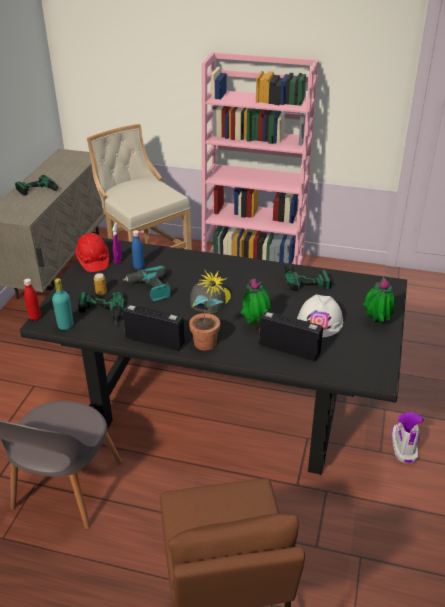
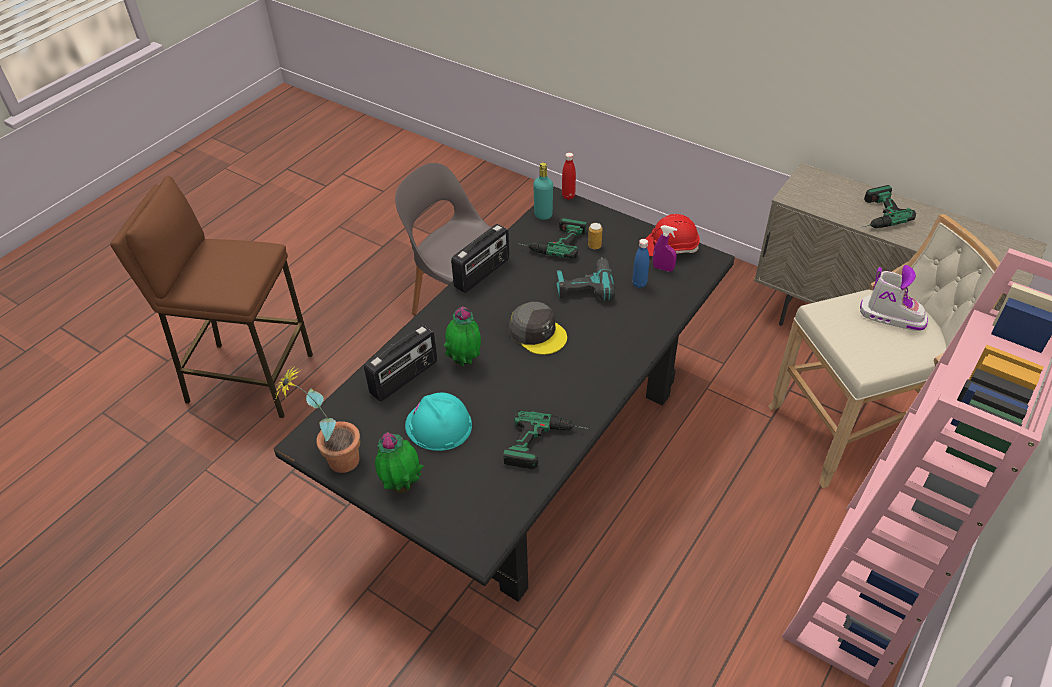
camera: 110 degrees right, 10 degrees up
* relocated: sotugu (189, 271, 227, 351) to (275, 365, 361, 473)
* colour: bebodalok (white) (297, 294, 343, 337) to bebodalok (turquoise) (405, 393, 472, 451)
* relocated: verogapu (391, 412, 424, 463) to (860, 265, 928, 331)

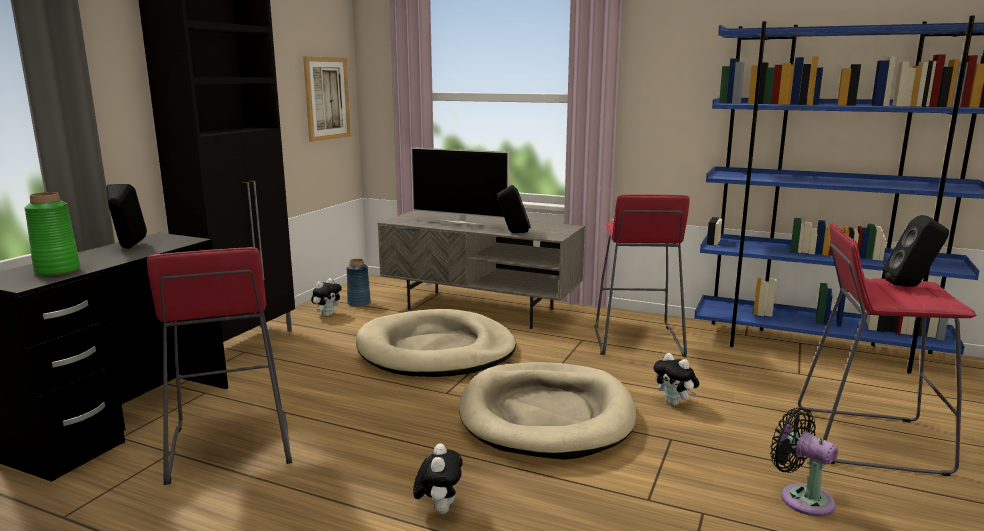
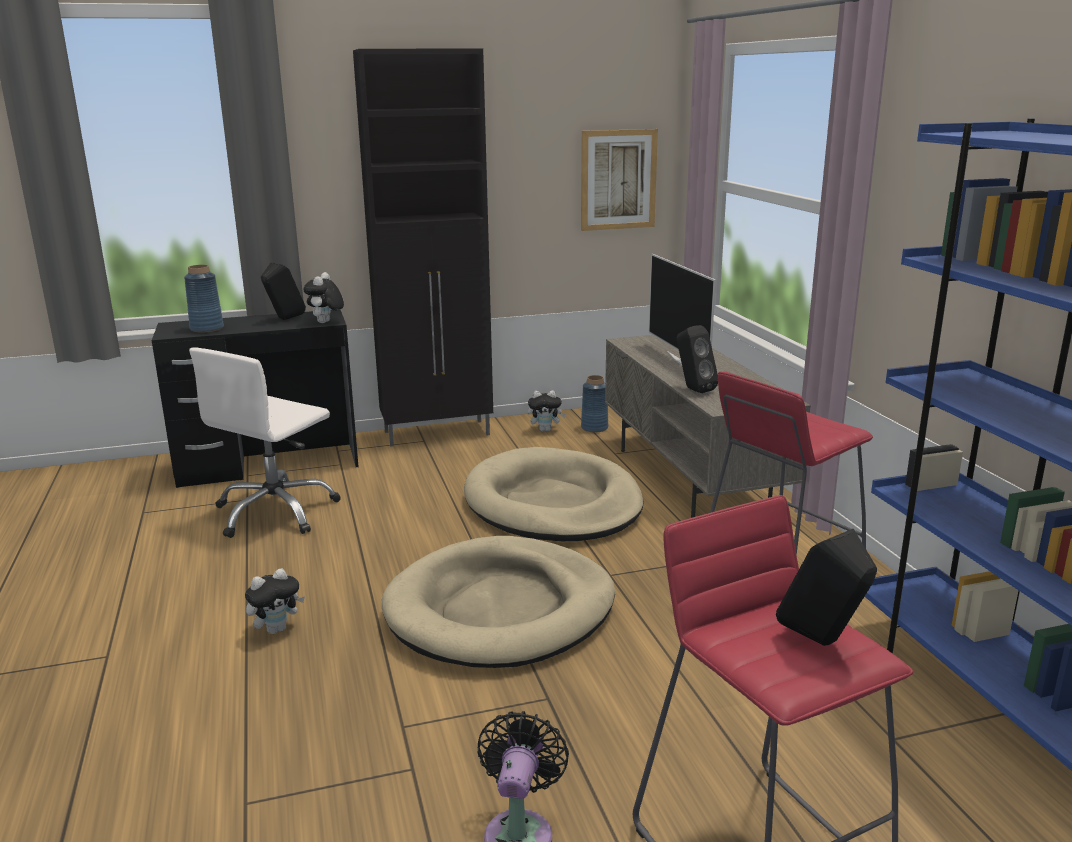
camera: 50 degrees right, 5 degrees up
* colour: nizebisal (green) (24, 192, 81, 276) to nizebisal (blue) (184, 265, 224, 333)
* exchanged: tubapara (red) (147, 247, 292, 485) to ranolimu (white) (189, 347, 341, 538)
* relocated: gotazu (653, 353, 699, 406) to (303, 272, 344, 323)

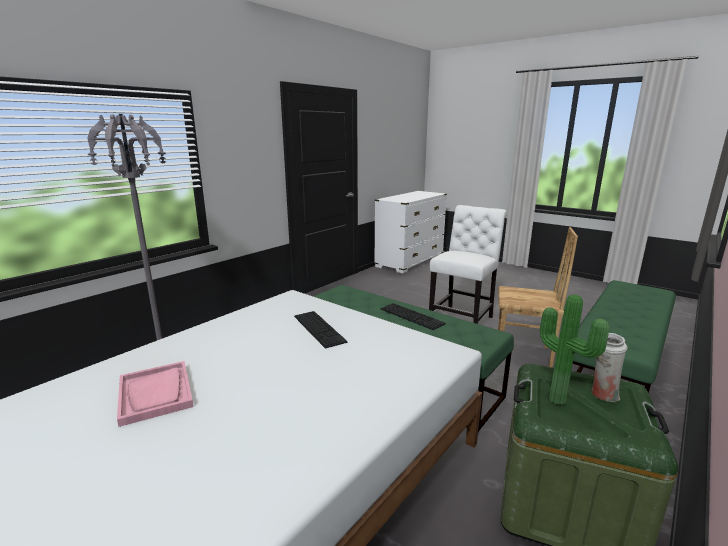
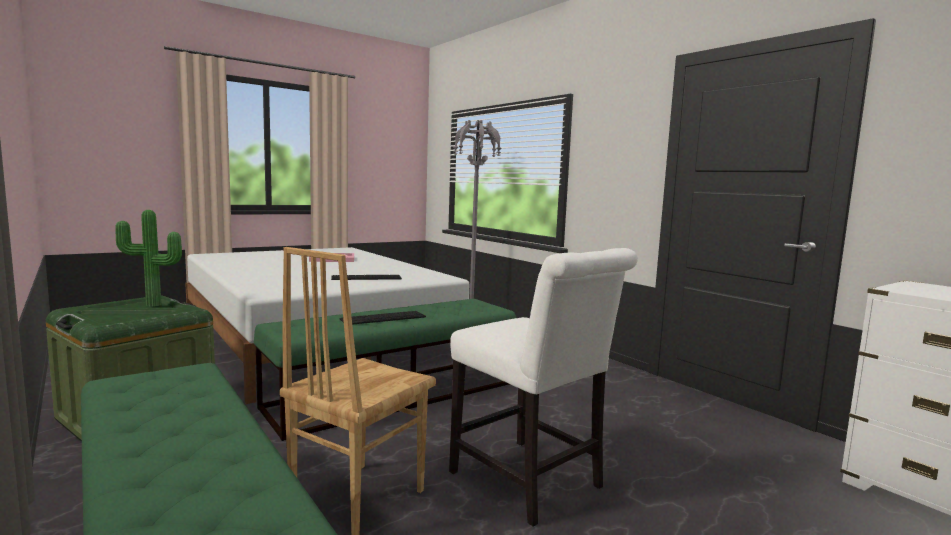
camera: 105 degrees right, 10 degrees down
* missing: nizebisal (white) (591, 333, 628, 402)

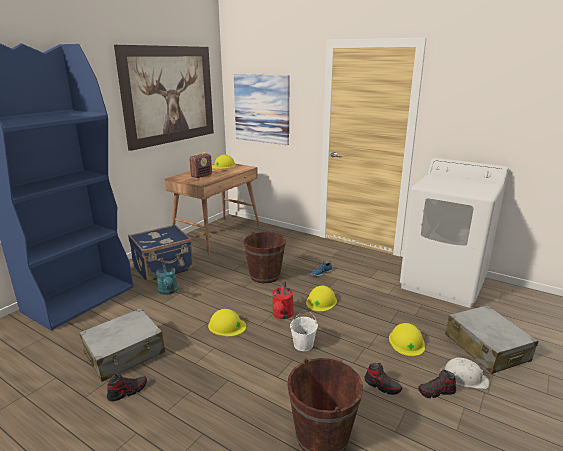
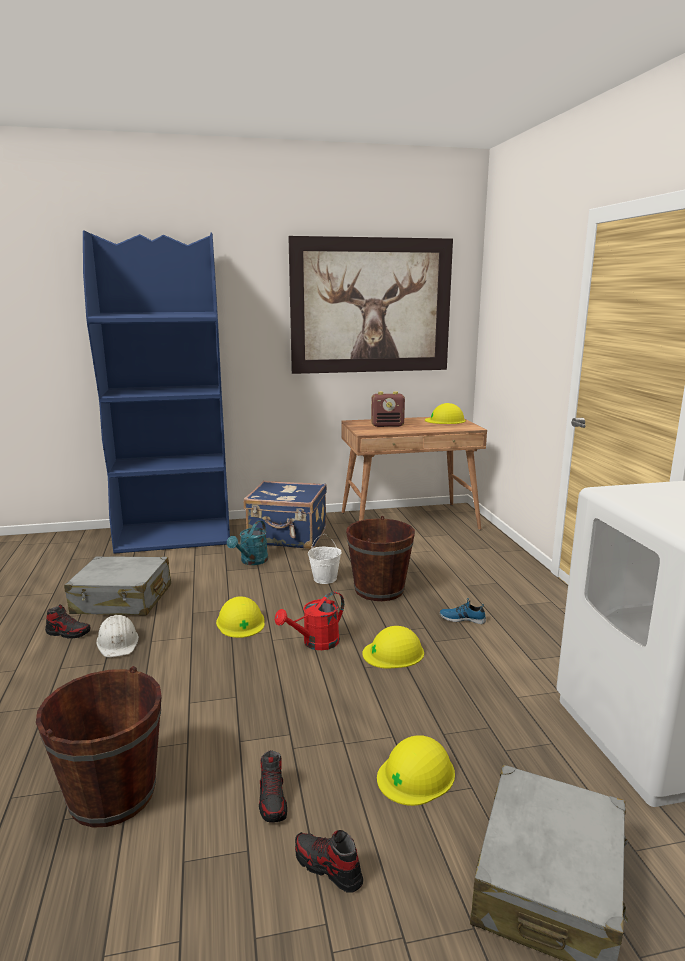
camera: 45 degrees right, 5 degrees down
* relocated: bebodalok (white) (440, 358, 489, 389) to (96, 615, 139, 658)
* relocated: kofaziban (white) (290, 310, 318, 351) to (308, 534, 342, 584)
* missing: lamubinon (234, 74, 290, 145)

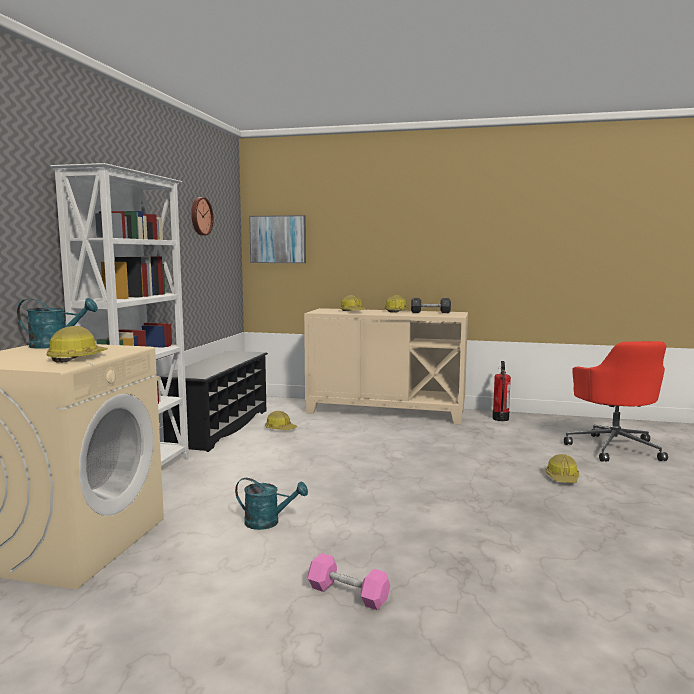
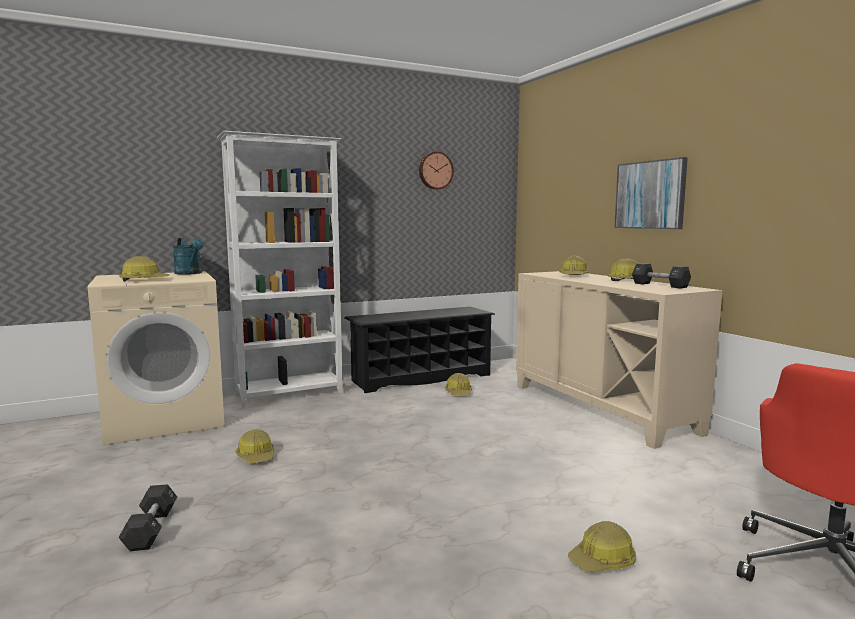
camera: 50 degrees right, 0 degrees up
* colour: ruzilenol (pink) (308, 553, 390, 610) to ruzilenol (black) (118, 484, 177, 551)
* exchanged: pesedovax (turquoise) (235, 478, 308, 530) to bebodalok (236, 429, 274, 463)
* relocated: lamubinon (249, 215, 306, 263) to (614, 157, 688, 229)
* missing: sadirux (492, 361, 511, 421)

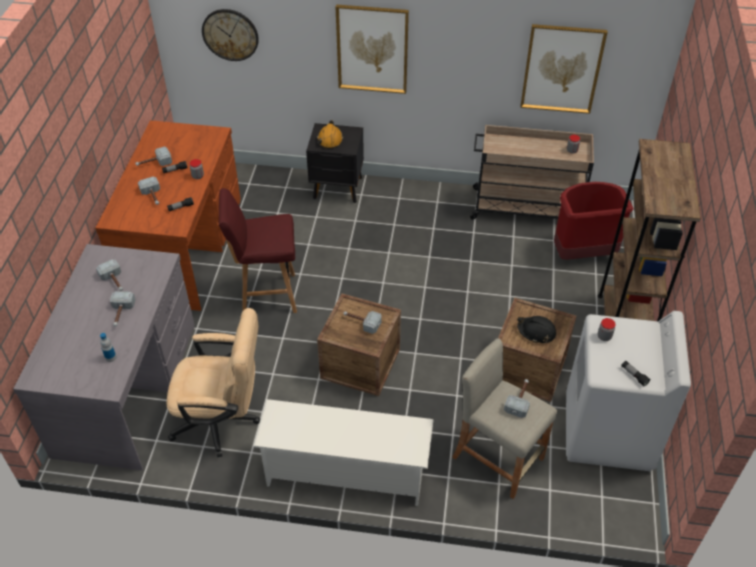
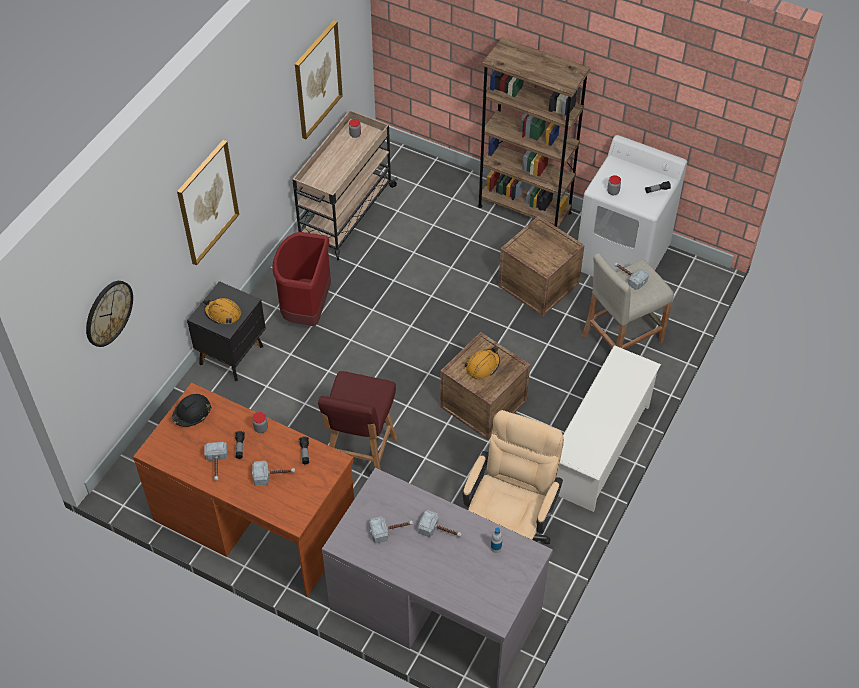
camera: 70 degrees left, 5 degrees up
* relocated: bebodalok (black) (517, 316, 556, 343) to (172, 394, 212, 427)
* relocated: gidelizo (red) (554, 182, 633, 260) to (272, 232, 331, 326)
* exchanged: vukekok (343, 311, 382, 334) to bebodalok (orange) (465, 346, 500, 379)

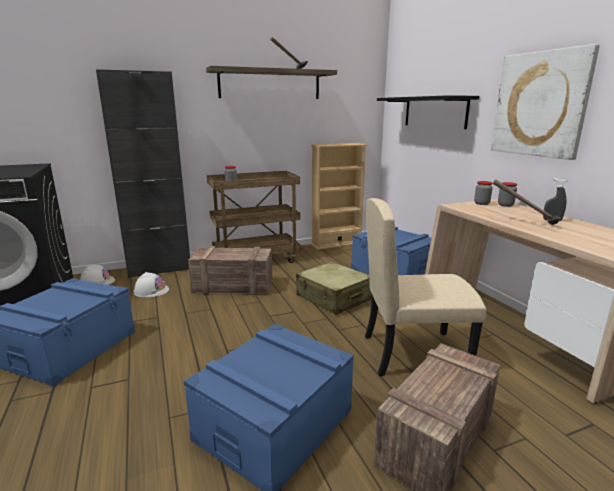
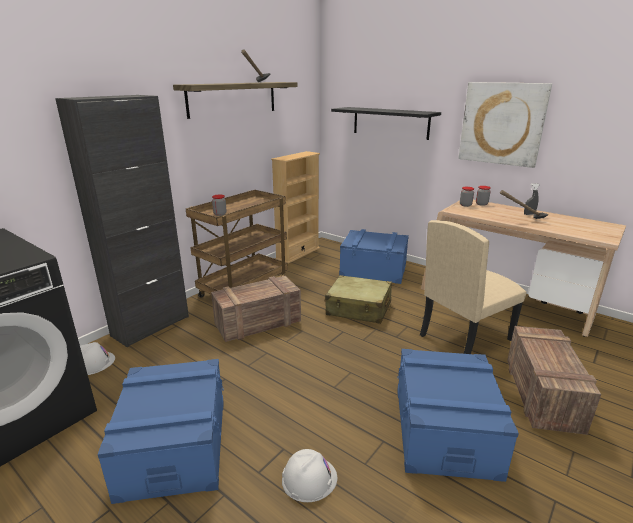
camera: 30 degrees left, 5 degrees up
* relocated: bebodalok (white) (133, 272, 169, 297) to (282, 449, 337, 502)

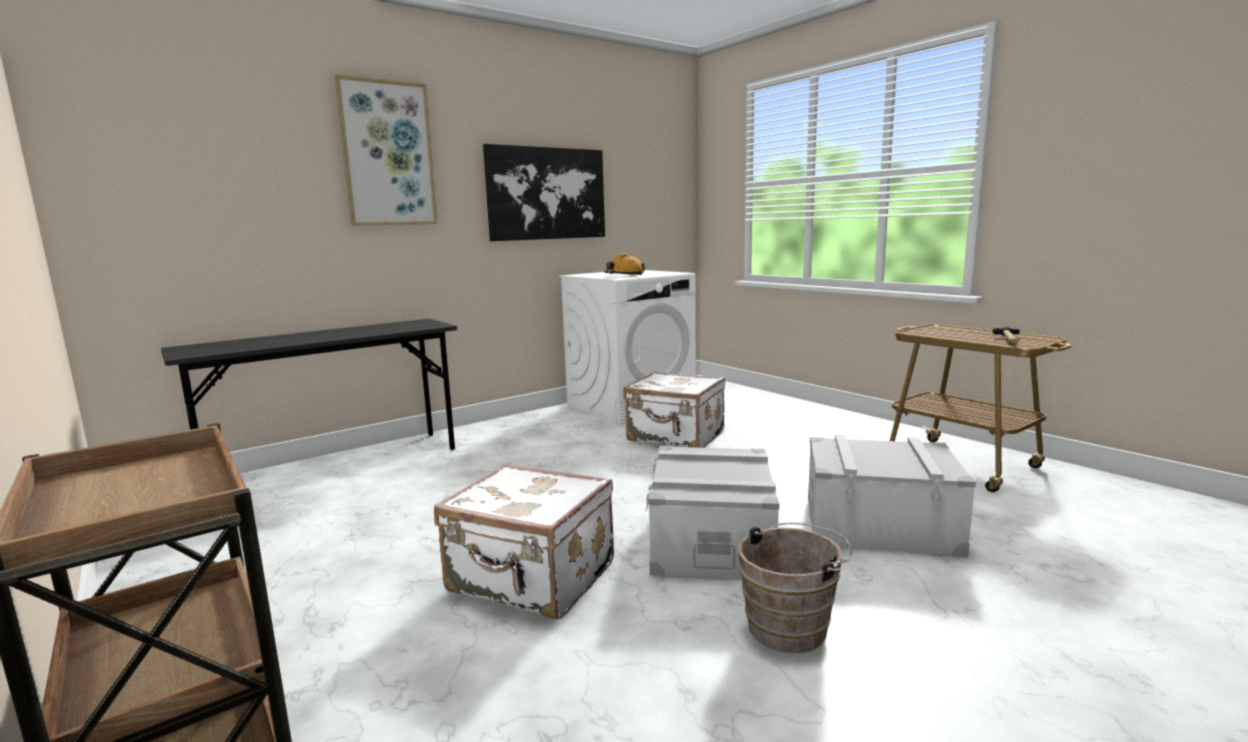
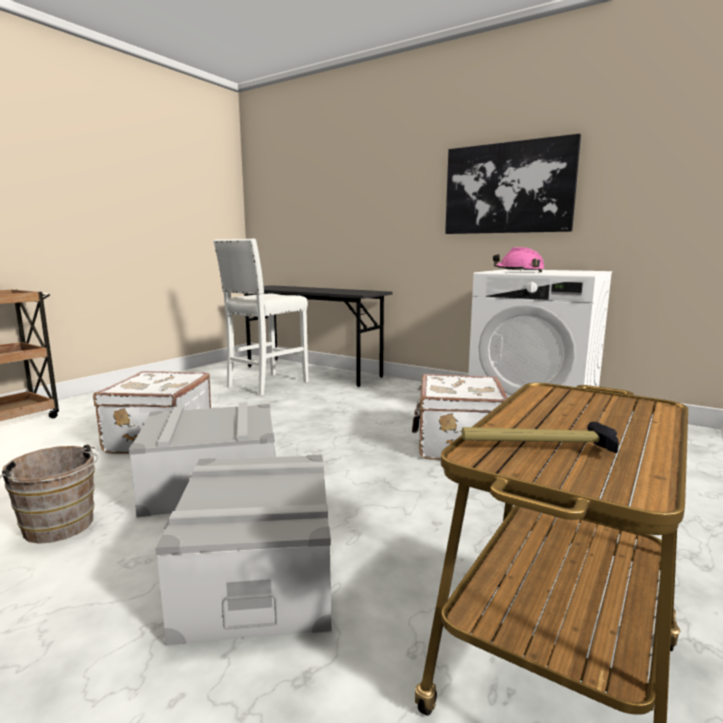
camera: 70 degrees right, 0 degrees up
* appeared: tubapara (white) (213, 238, 309, 396)
* colour: bebodalok (orange) (605, 253, 645, 275) to bebodalok (pink) (493, 247, 544, 272)
* missing: lamubinon (334, 74, 438, 226)

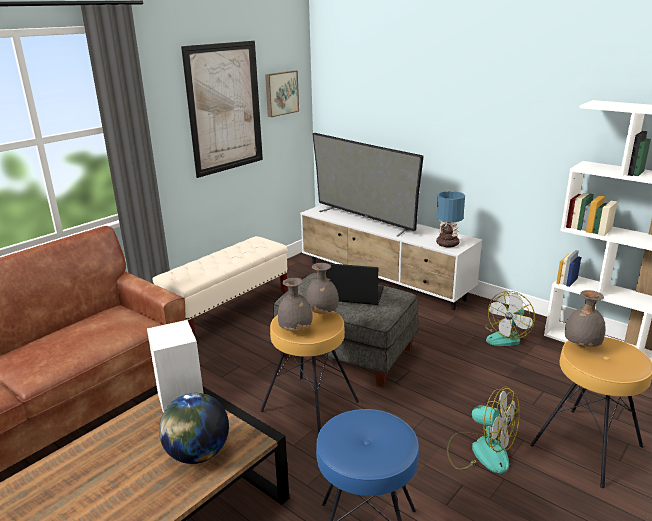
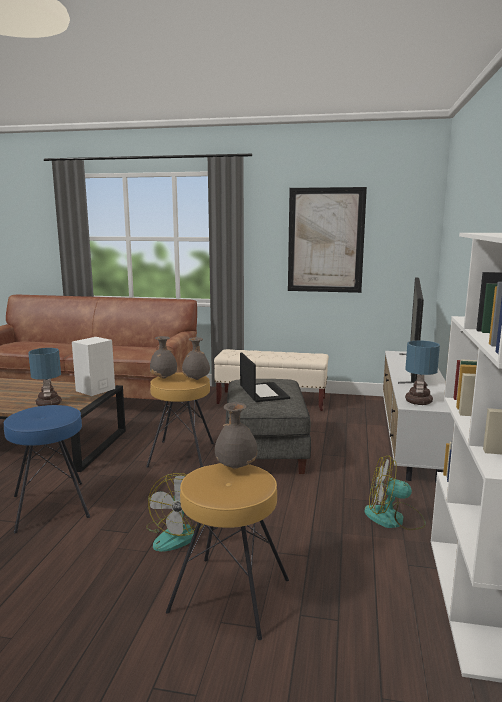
camera: 60 degrees right, 10 degrees down
* exchanged: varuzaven (159, 393, 229, 464) to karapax (28, 348, 62, 406)
* missing: lamubinon (265, 70, 299, 117)

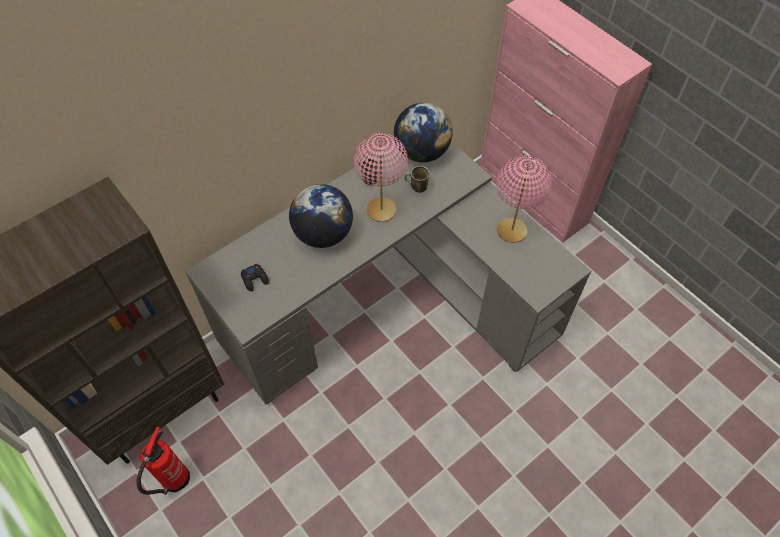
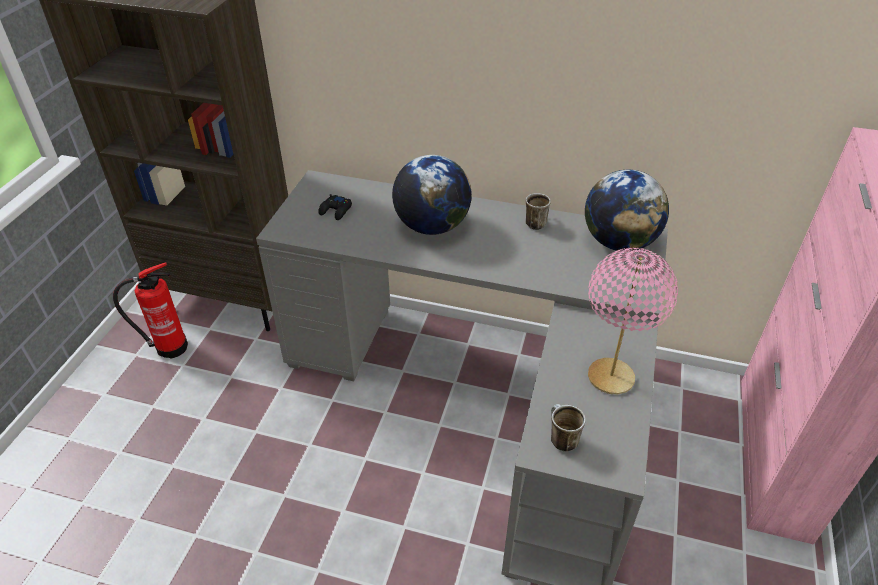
camera: 55 degrees right, 15 degrees down
* relocated: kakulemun (404, 166, 429, 193) to (551, 404, 586, 452)
* missing: karapax (pink) (354, 133, 408, 222)

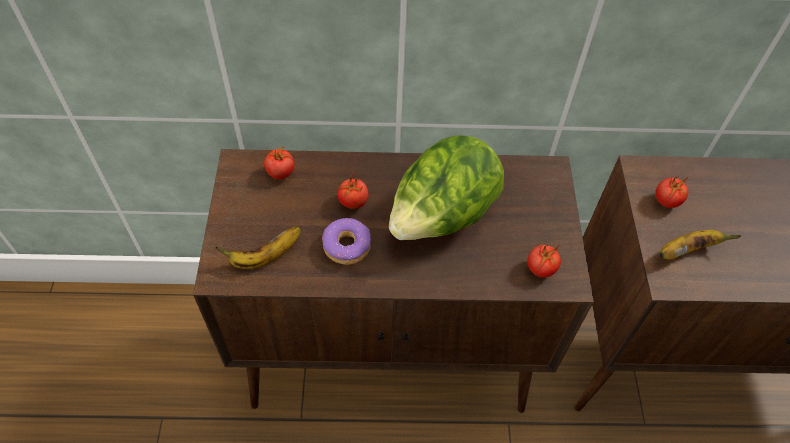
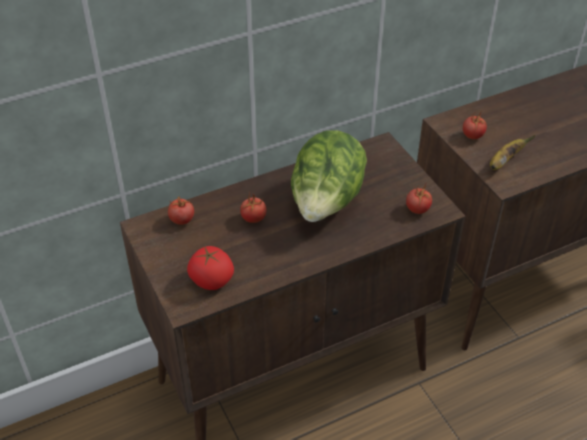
camera: 25 degrees left, 10 degrees down
* exchanged: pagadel (215, 226, 301, 269) to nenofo (187, 246, 234, 290)
* missing: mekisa (322, 218, 371, 265)

